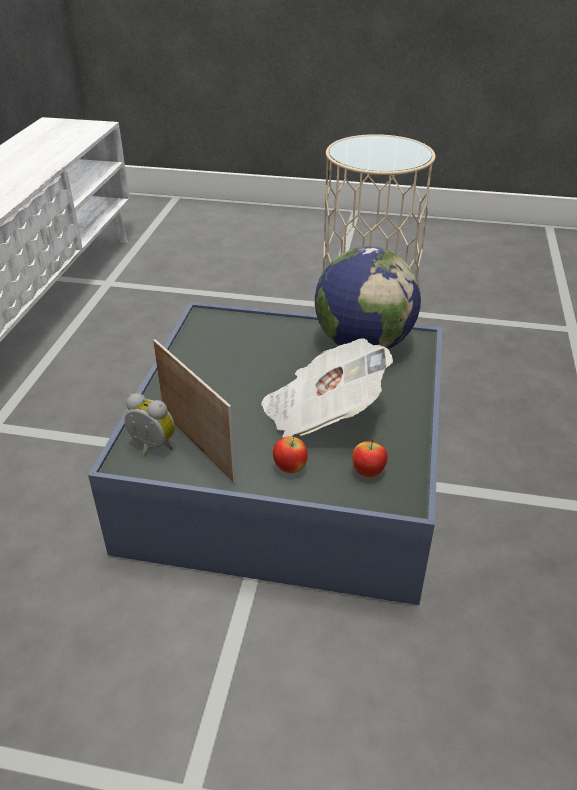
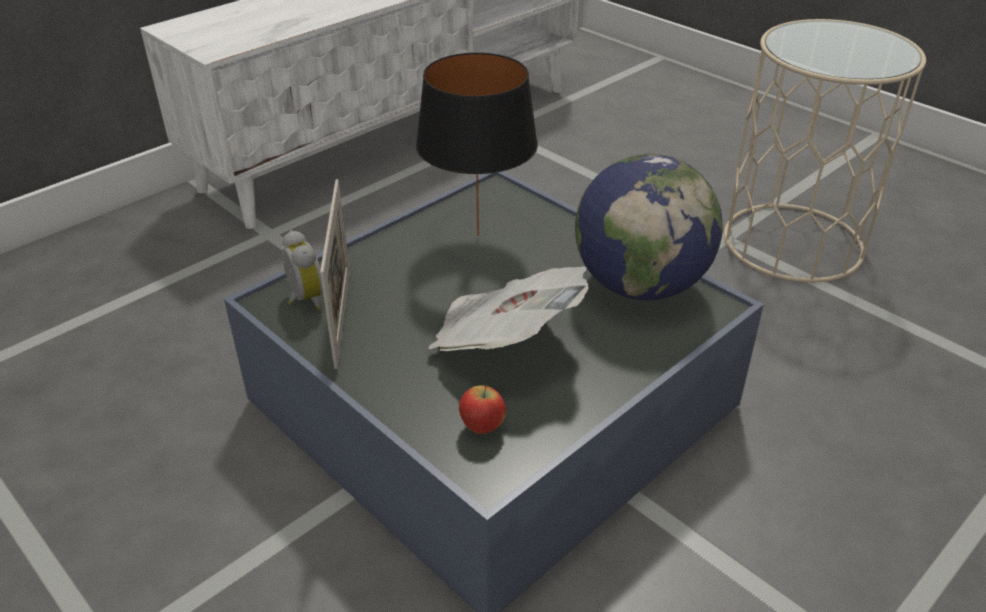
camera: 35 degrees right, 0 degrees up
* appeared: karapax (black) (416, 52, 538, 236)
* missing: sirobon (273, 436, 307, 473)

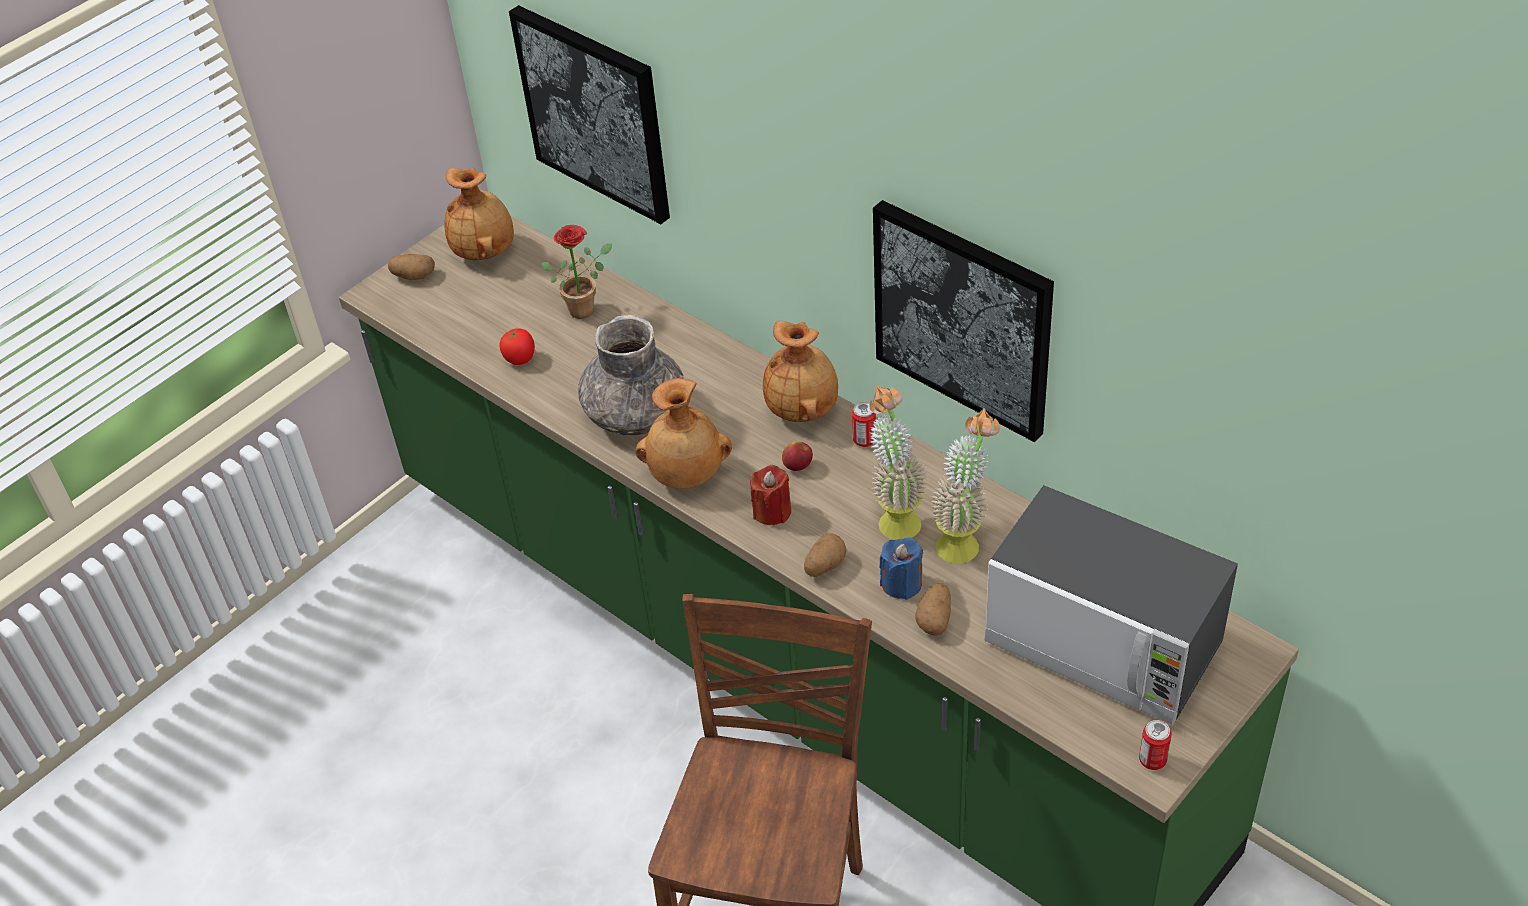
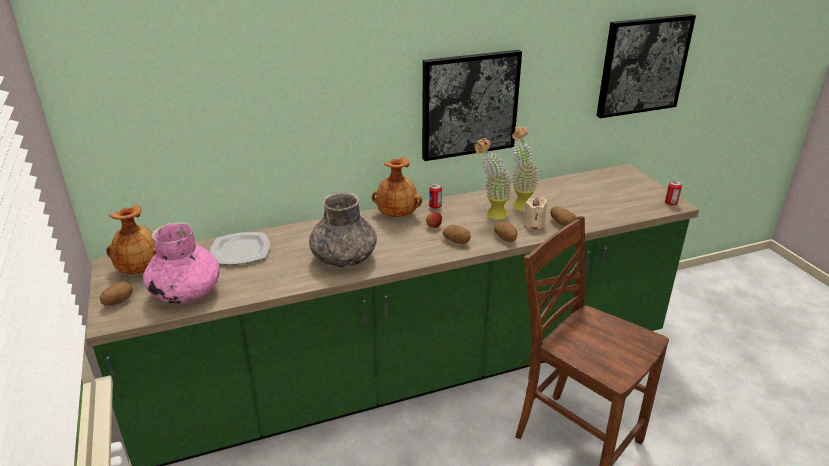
camera: 65 degrees left, 15 degrees down
* appeared: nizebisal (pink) (143, 222, 220, 304)
* exchanged: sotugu (541, 225, 612, 319) to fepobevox (210, 232, 270, 264)
* exchanged: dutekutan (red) (750, 465, 791, 525) to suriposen (443, 225, 471, 244)
* colour: dutekutan (blue) (879, 537, 923, 600) to dutekutan (beige) (524, 197, 547, 229)
* relocated: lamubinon (509, 5, 670, 224) to (596, 14, 696, 118)
* missing: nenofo (499, 328, 535, 365)
* missing: nizebisal (brown) (635, 378, 732, 489)
* missing: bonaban (984, 485, 1238, 725)

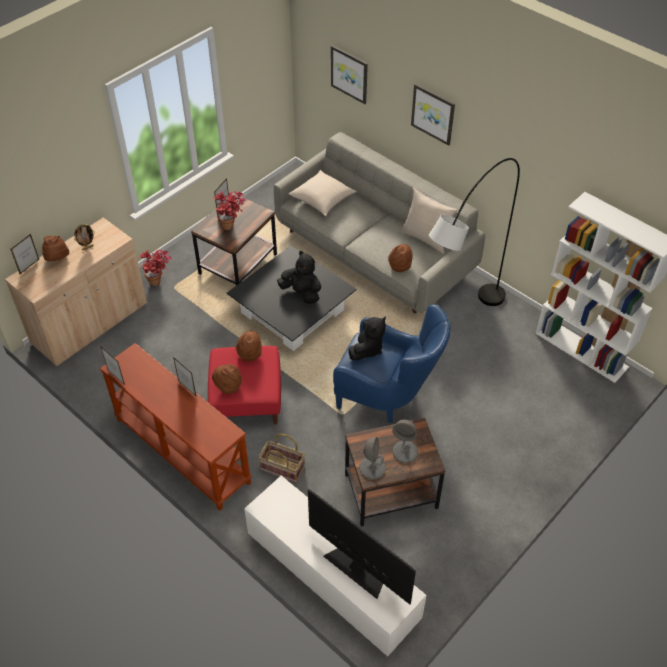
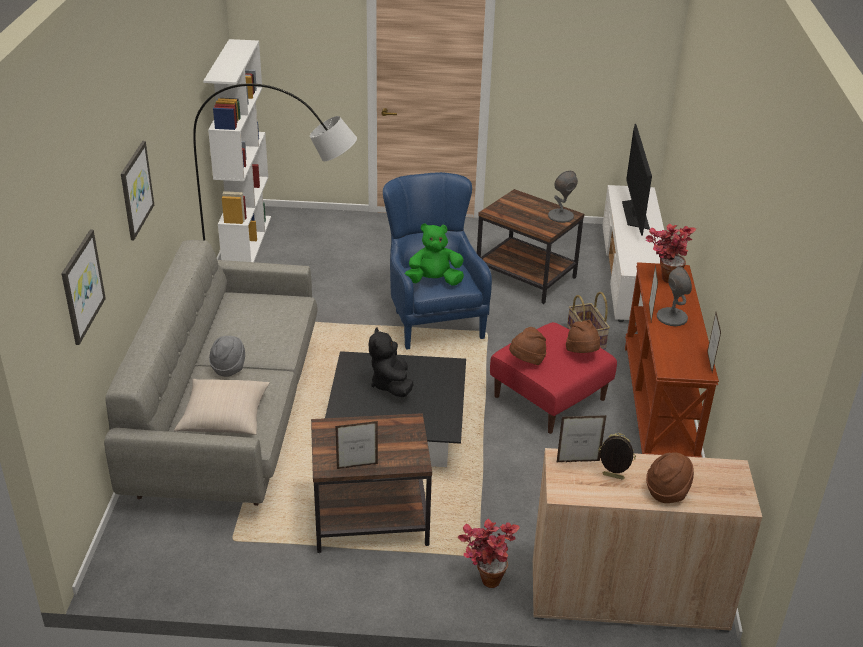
camera: 130 degrees left, 15 degrees down
* appeared: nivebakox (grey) (209, 336, 245, 377)
* colour: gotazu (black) (348, 316, 386, 360) to gotazu (green) (405, 223, 464, 286)
* relocated: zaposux (10, 234, 39, 274) to (557, 415, 607, 462)
* relocated: sotugu (213, 191, 246, 230) to (645, 224, 696, 283)
* relocated: karapax (grey) (392, 420, 418, 463) to (657, 266, 692, 326)
* missing: nivebakox (brown) (388, 244, 412, 272)
* missing: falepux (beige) (401, 188, 458, 254)

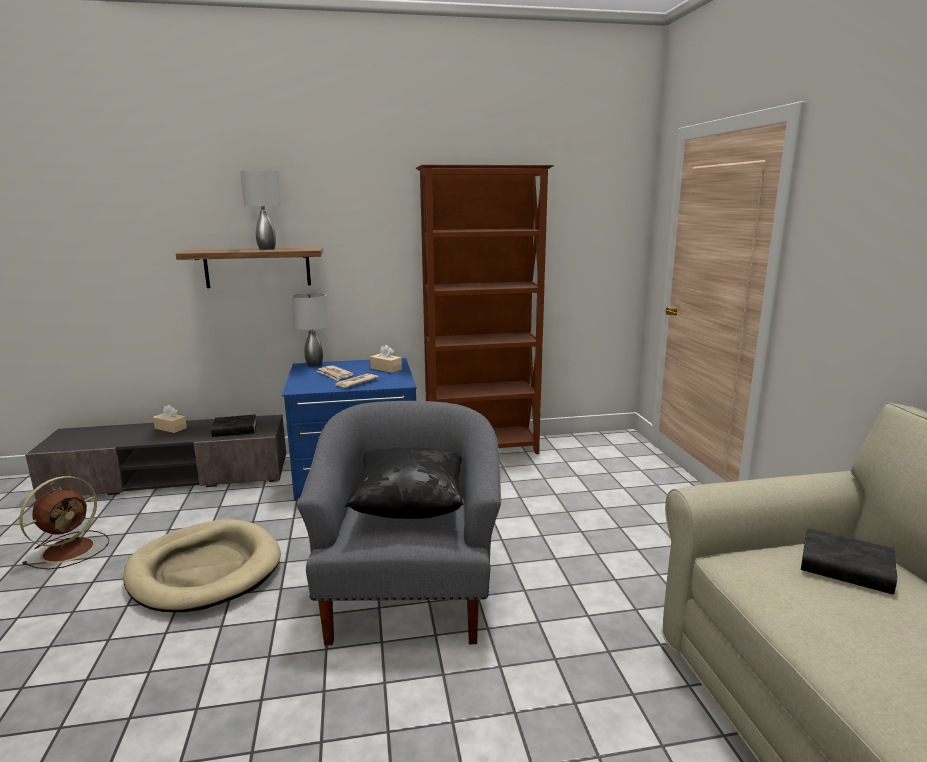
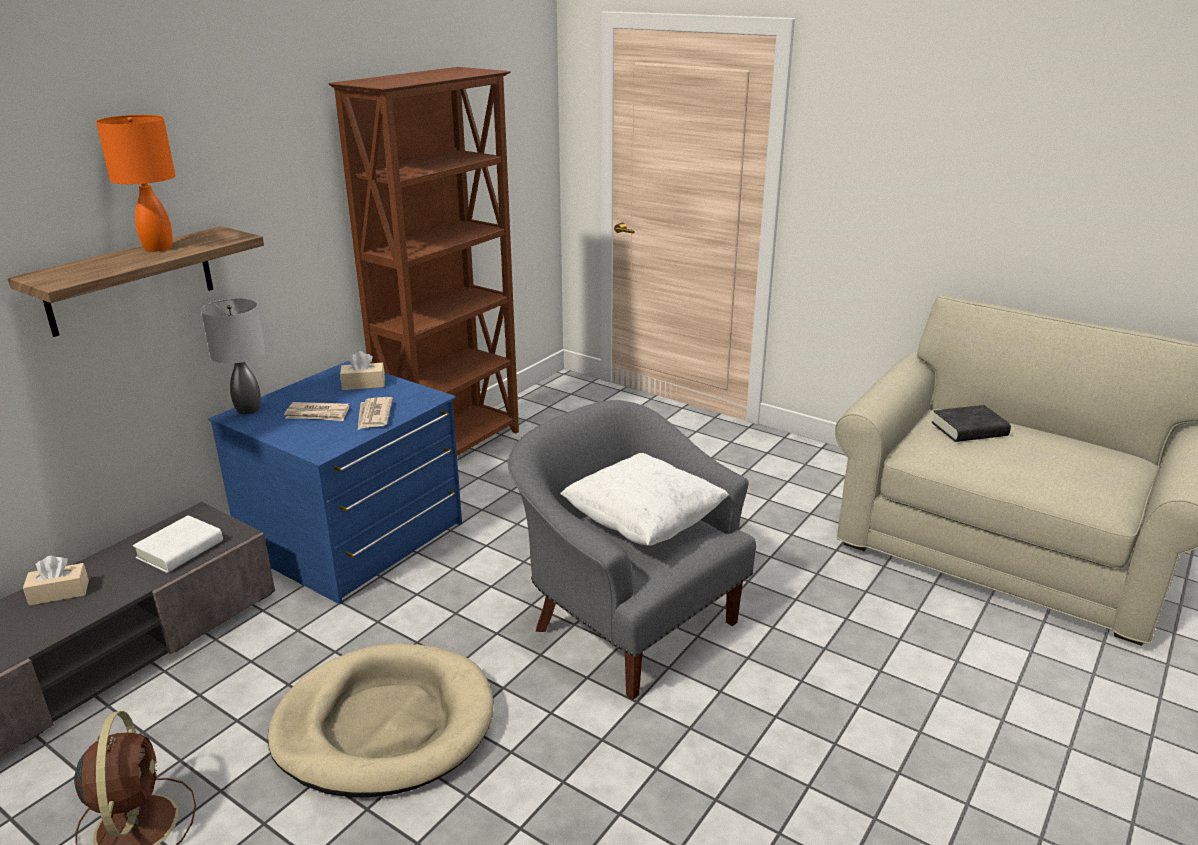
camera: 45 degrees left, 10 degrees up
* colour: karapax (grey) (241, 170, 281, 250) to karapax (orange) (96, 115, 176, 252)
* colour: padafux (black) (211, 414, 257, 437) to padafux (white) (133, 515, 223, 573)
* colour: falepux (black) (345, 447, 463, 519) to falepux (white) (560, 453, 729, 546)

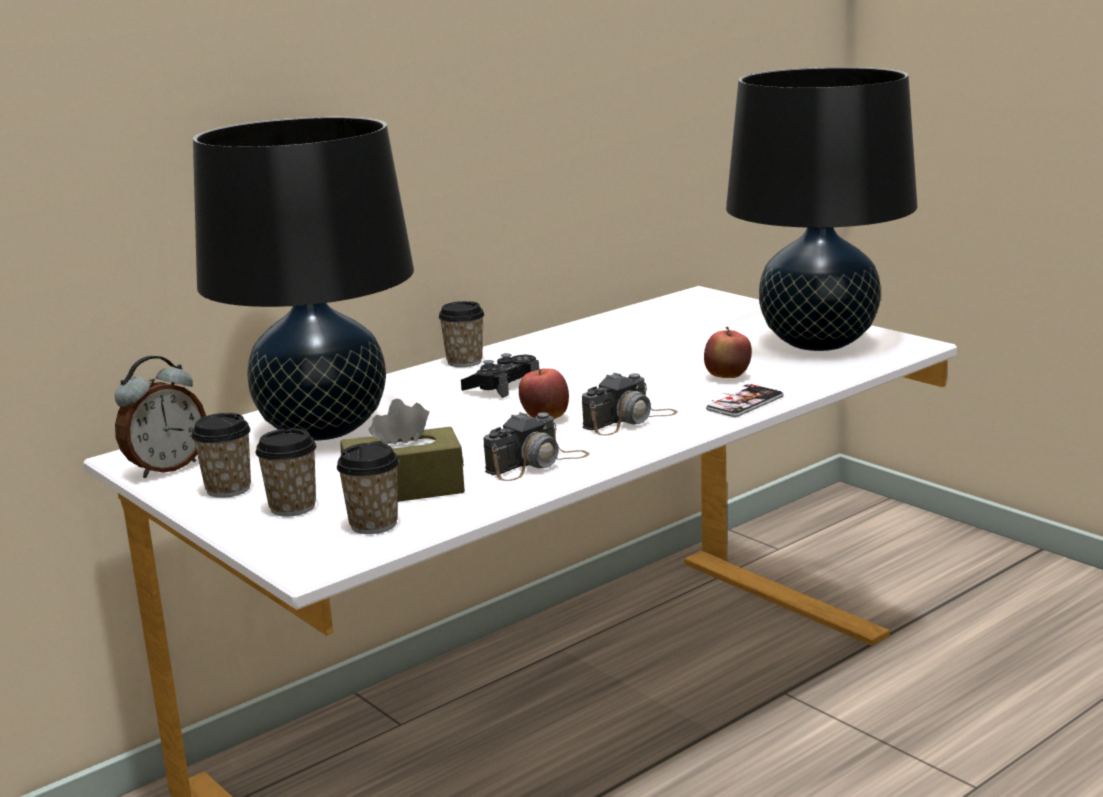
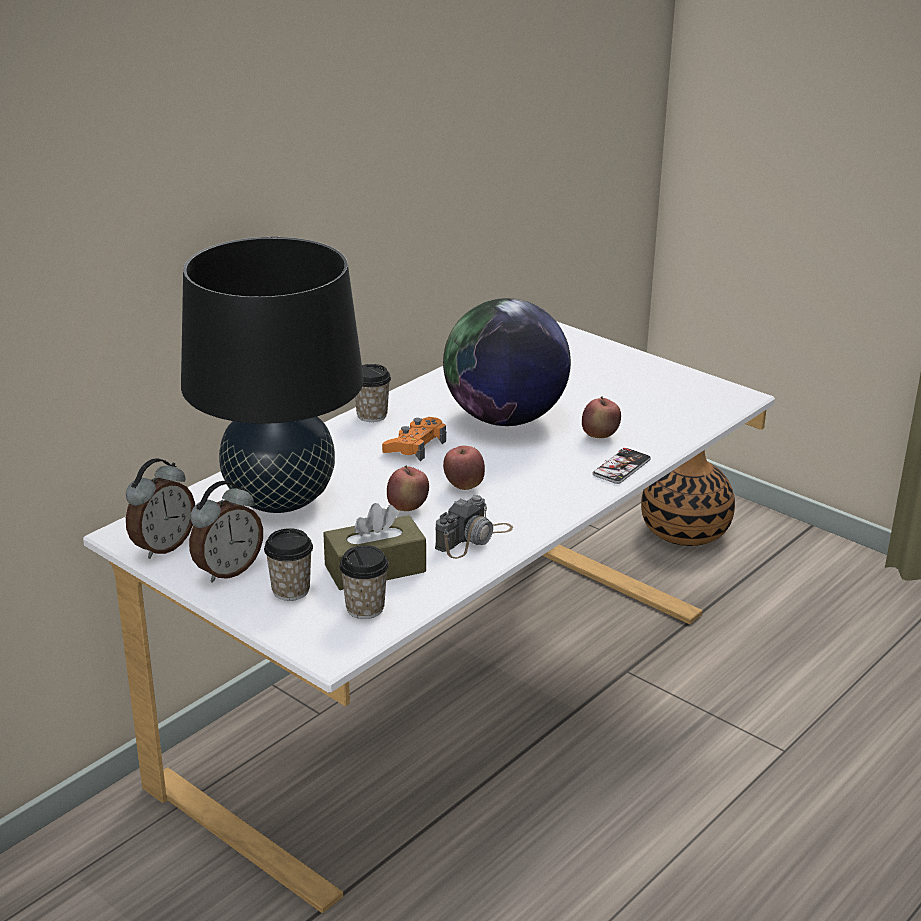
camera: 10 degrees left, 10 degrees up
* exchanged: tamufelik (191, 413, 251, 498) to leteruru (189, 481, 263, 583)
* colour: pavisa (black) (461, 353, 539, 398) to pavisa (orange) (382, 417, 446, 461)
* appeared: sirobon (387, 465, 429, 511)
* appeared: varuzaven (443, 298, 571, 426)
* appeared: nizebisal (641, 450, 735, 546)
* missing: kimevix (582, 372, 678, 436)
* missing: karapax (black) (726, 67, 917, 351)

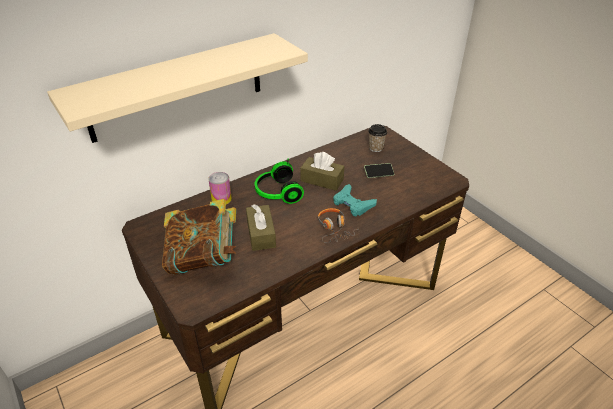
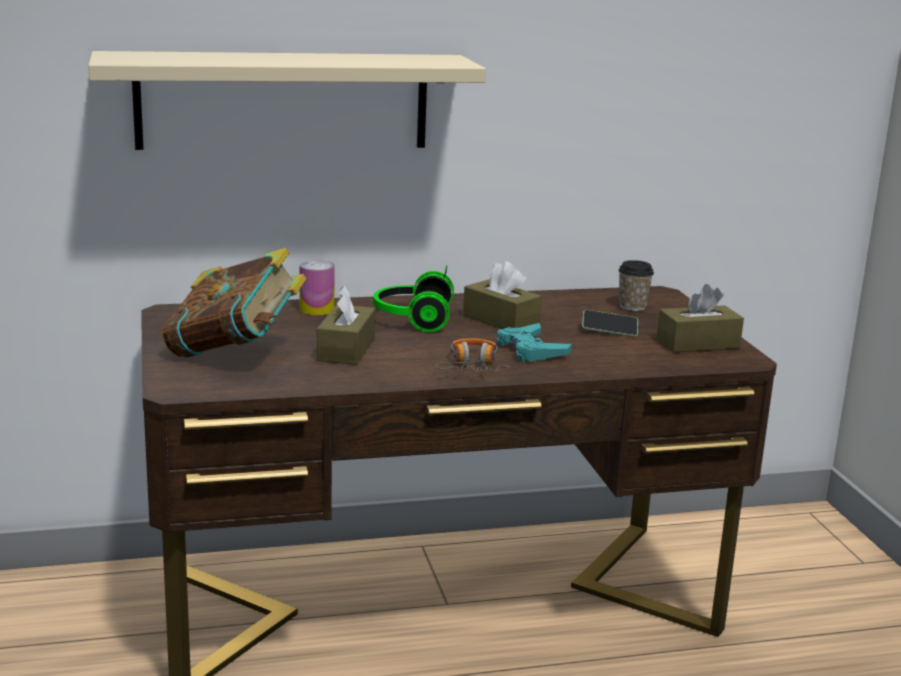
camera: 20 degrees right, 20 degrees down
* appeared: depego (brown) (657, 284, 744, 353)

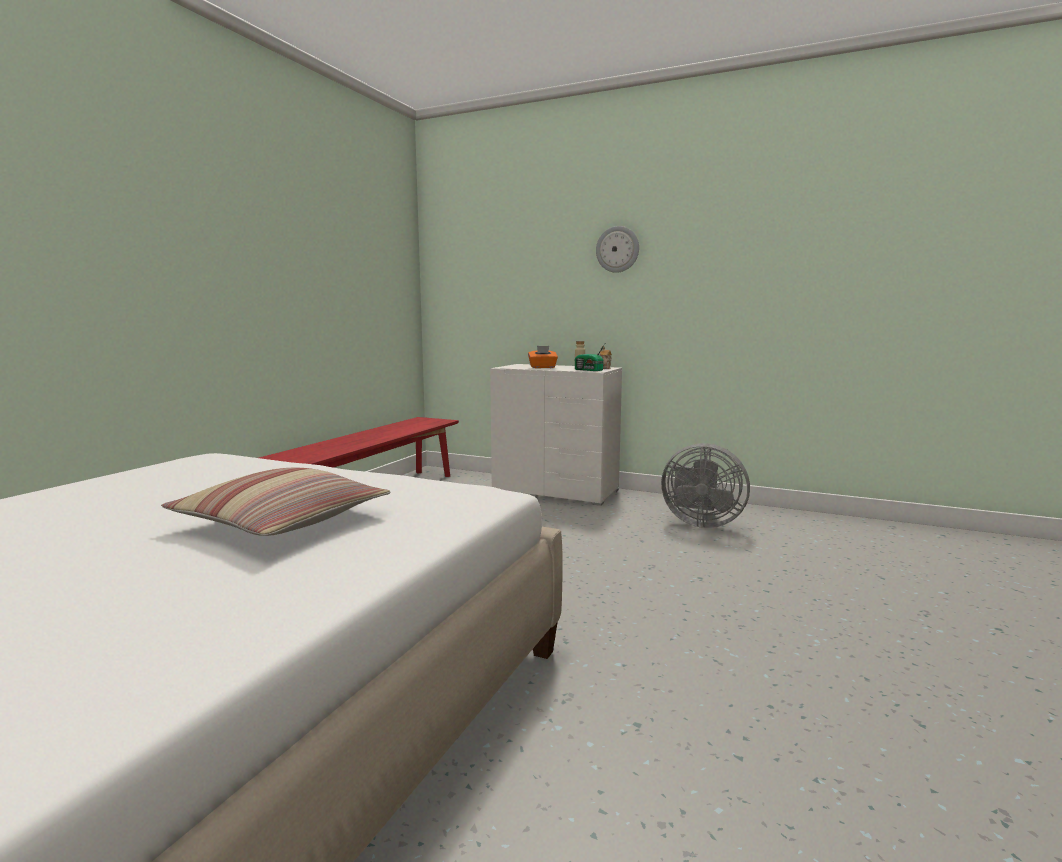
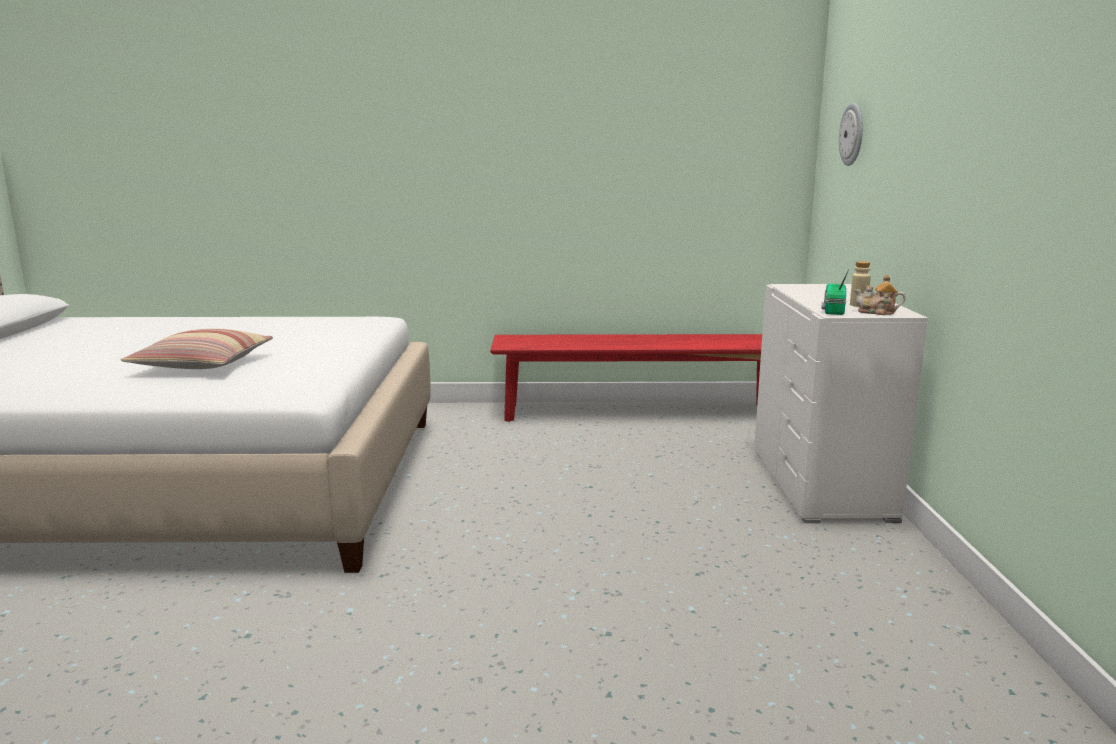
camera: 65 degrees right, 5 degrees up
* relocated: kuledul (596, 226, 639, 273) to (839, 103, 863, 166)
* missing: depego (orange) (528, 346, 558, 368)
* missing: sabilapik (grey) (661, 443, 750, 528)

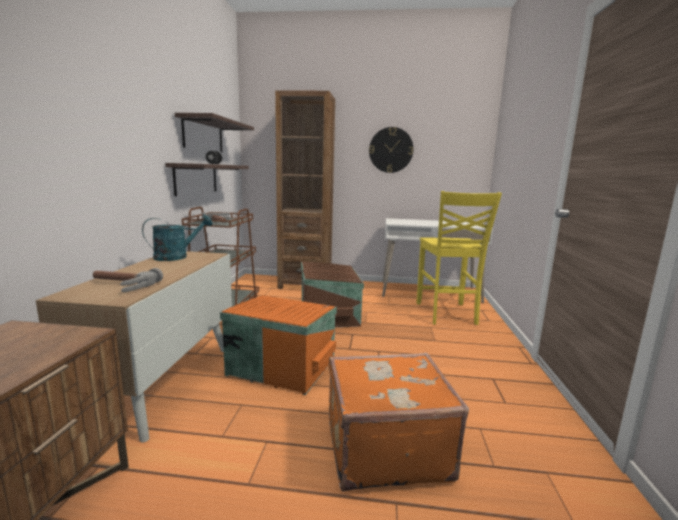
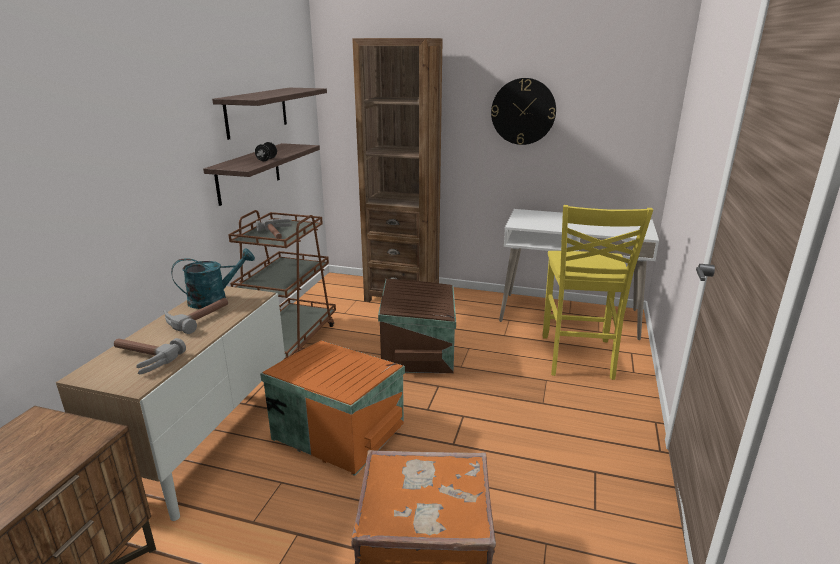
camera: 10 degrees right, 10 degrees up
* appeared: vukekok (164, 298, 228, 334)

